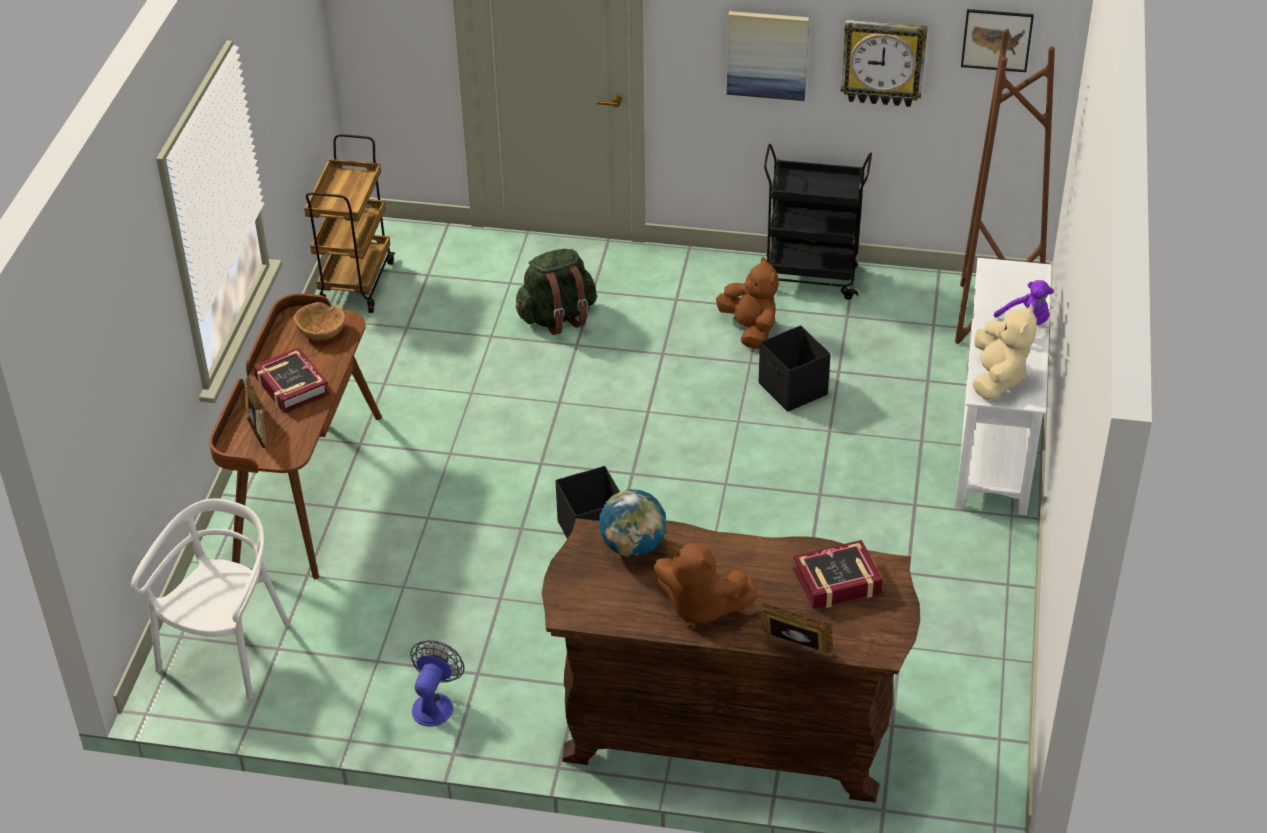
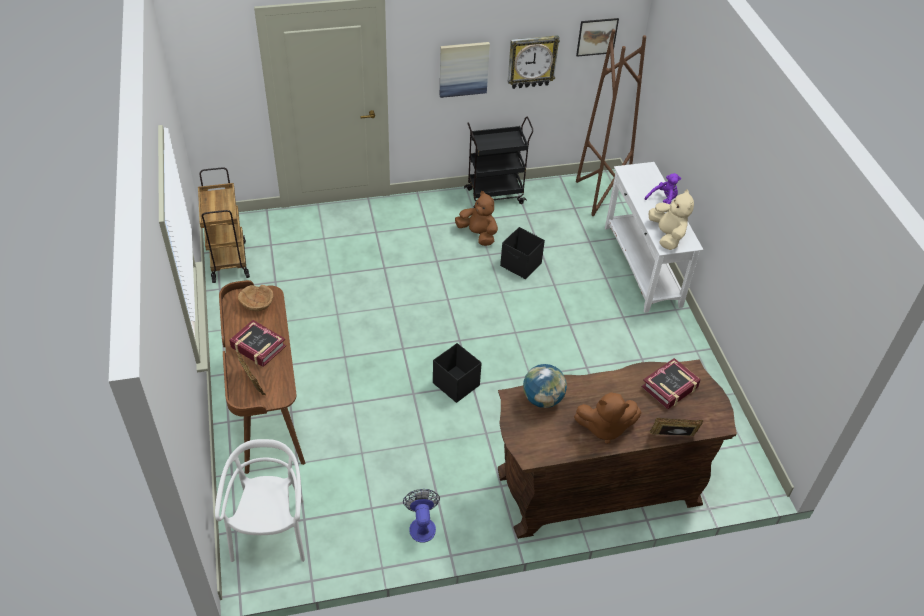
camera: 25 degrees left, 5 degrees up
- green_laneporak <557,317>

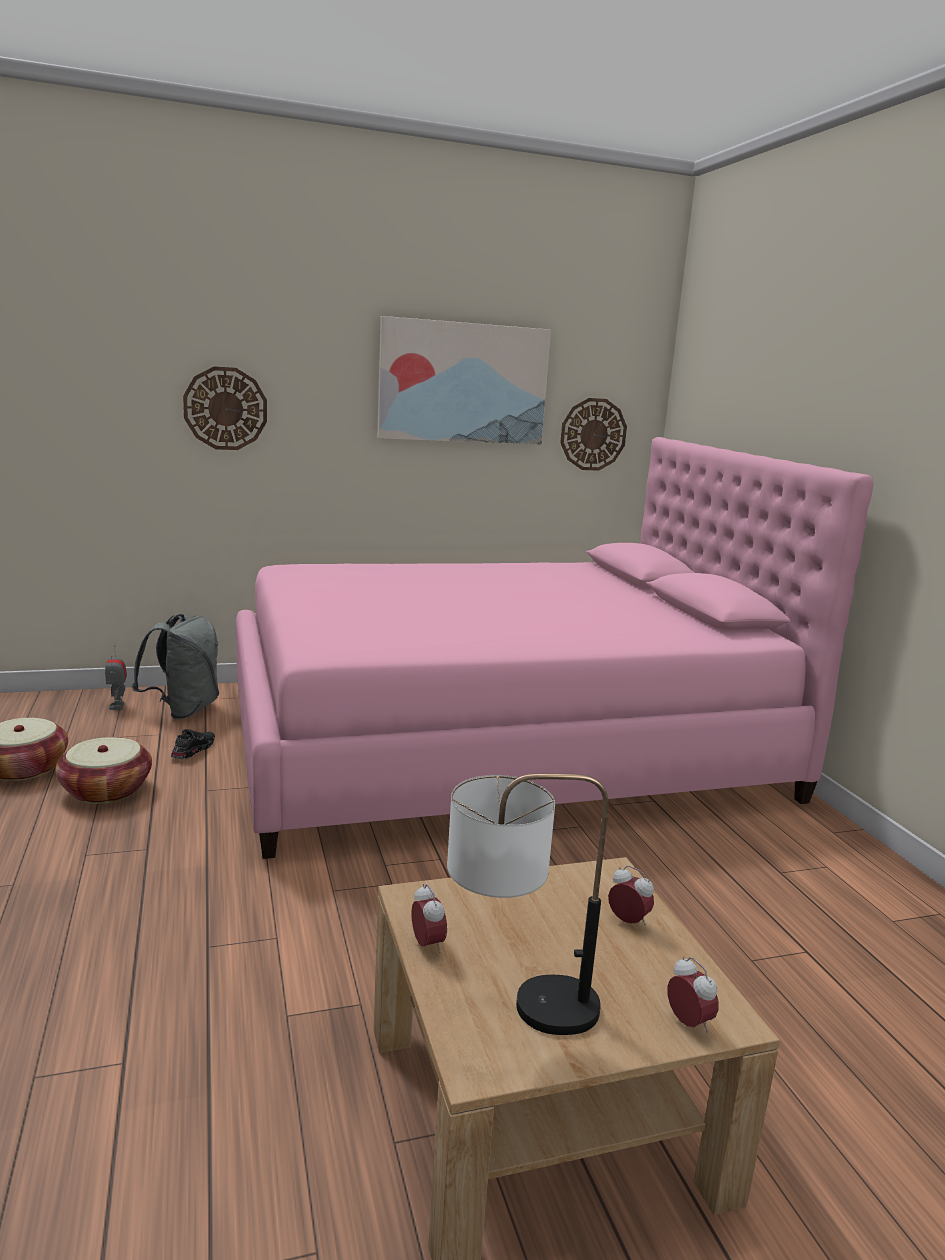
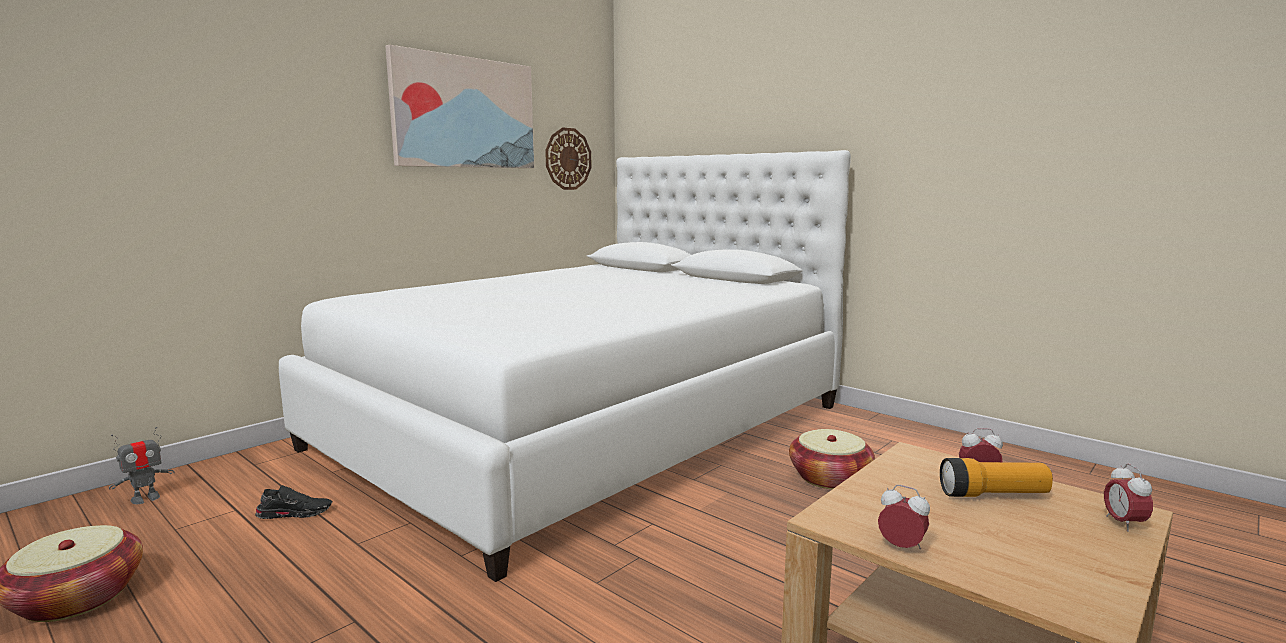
camera: 30 degrees left, 5 degrees down
- grey_laneporak <183,710>
- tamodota <225,408>
- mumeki <516,1008>
+ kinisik <993,495>
~ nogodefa <106,790> to <829,478>
~ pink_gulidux <500,743> to white_gulidux <588,426>
~ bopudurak <117,706> = <145,498> 90 degrees counterclockwise
~ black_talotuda <192,750> = <295,513> 90 degrees clockwise
~ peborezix <688,1023> = <1123,524> 120 degrees counterclockwise

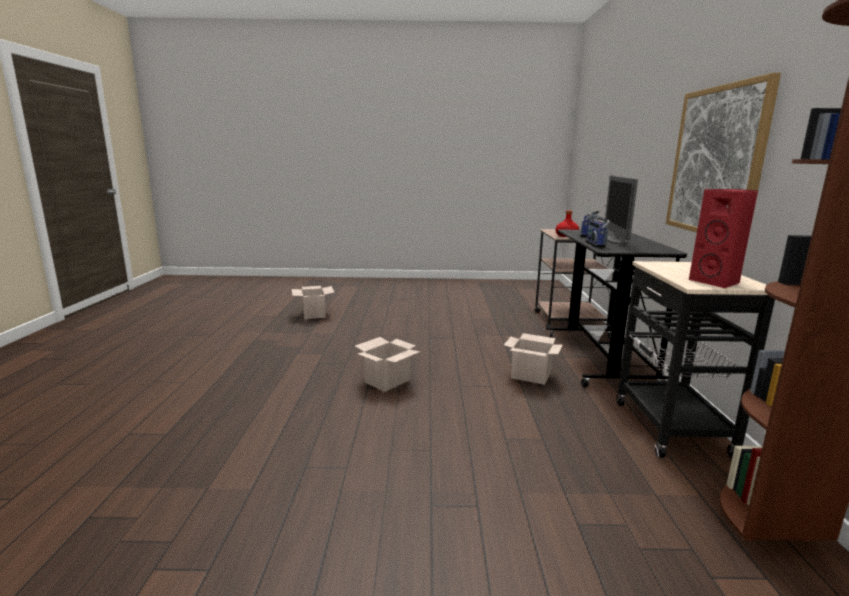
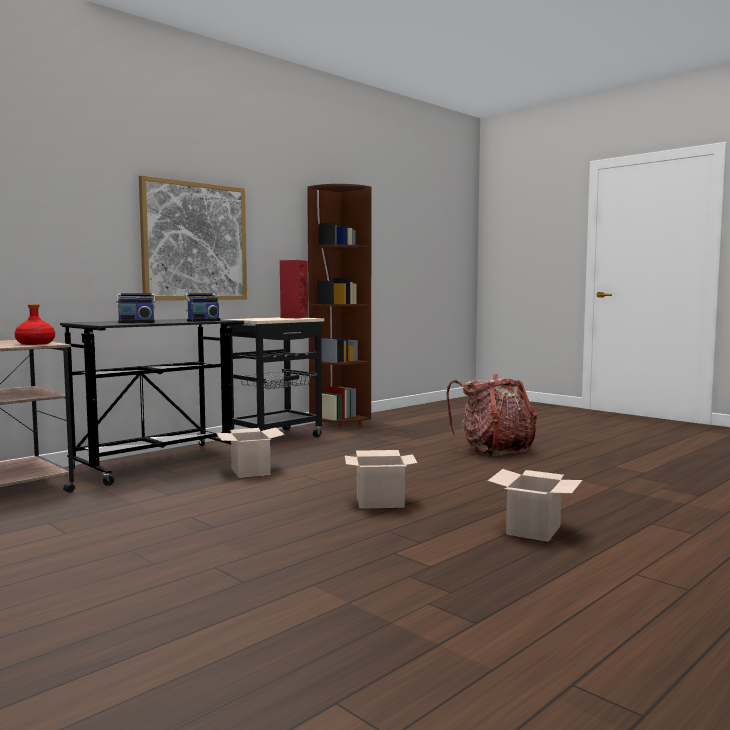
camera: 135 degrees left, 10 degrees down
- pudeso <615,241>
+ laneporak <494,449>
~ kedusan <313,314> to <534,530>

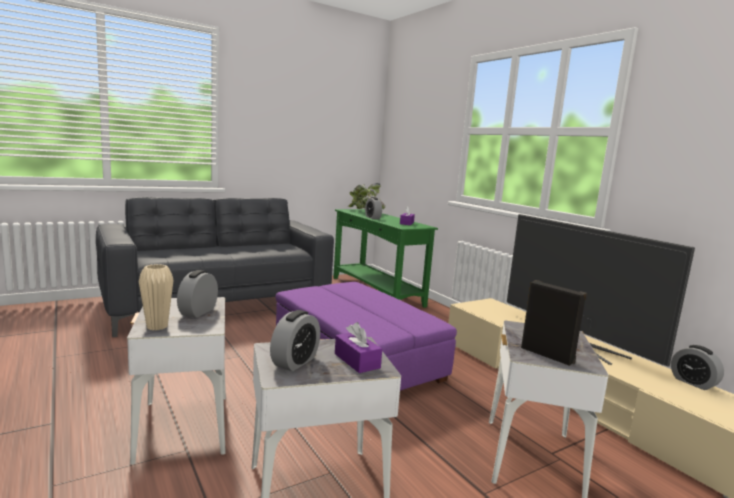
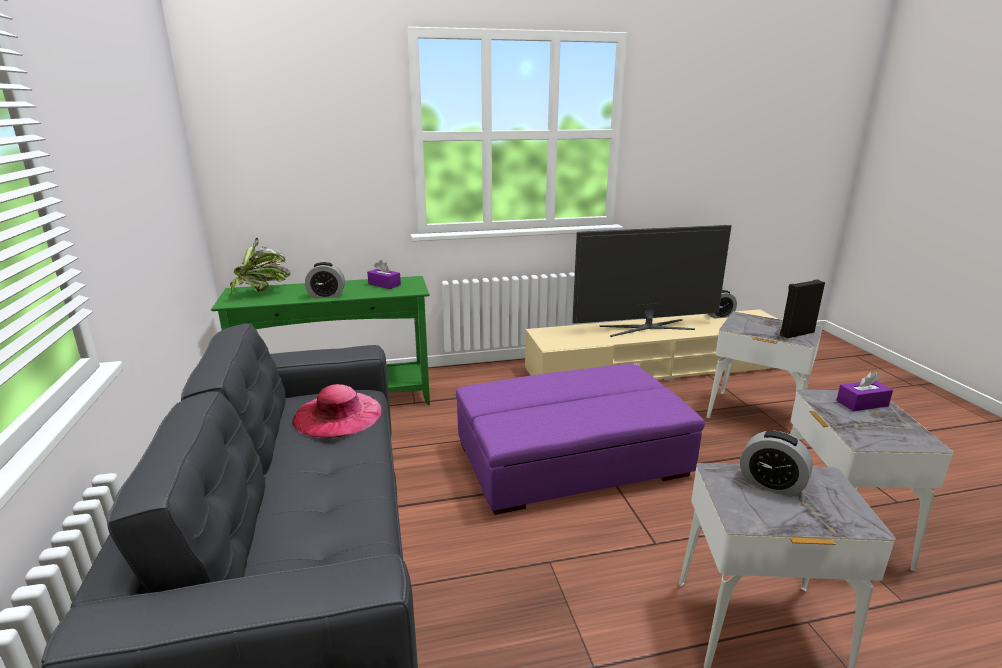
camera: 70 degrees left, 10 degrees up
- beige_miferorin <157,326>
- peborezix <295,362>
+ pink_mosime <338,414>

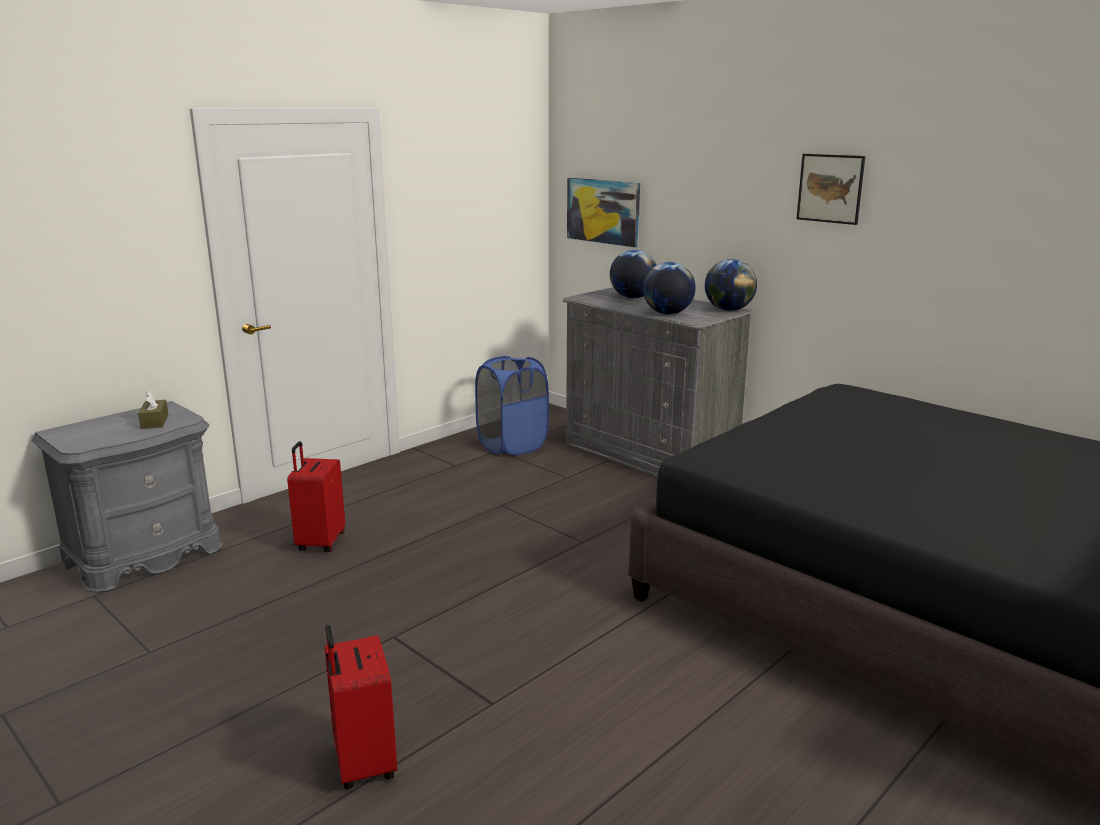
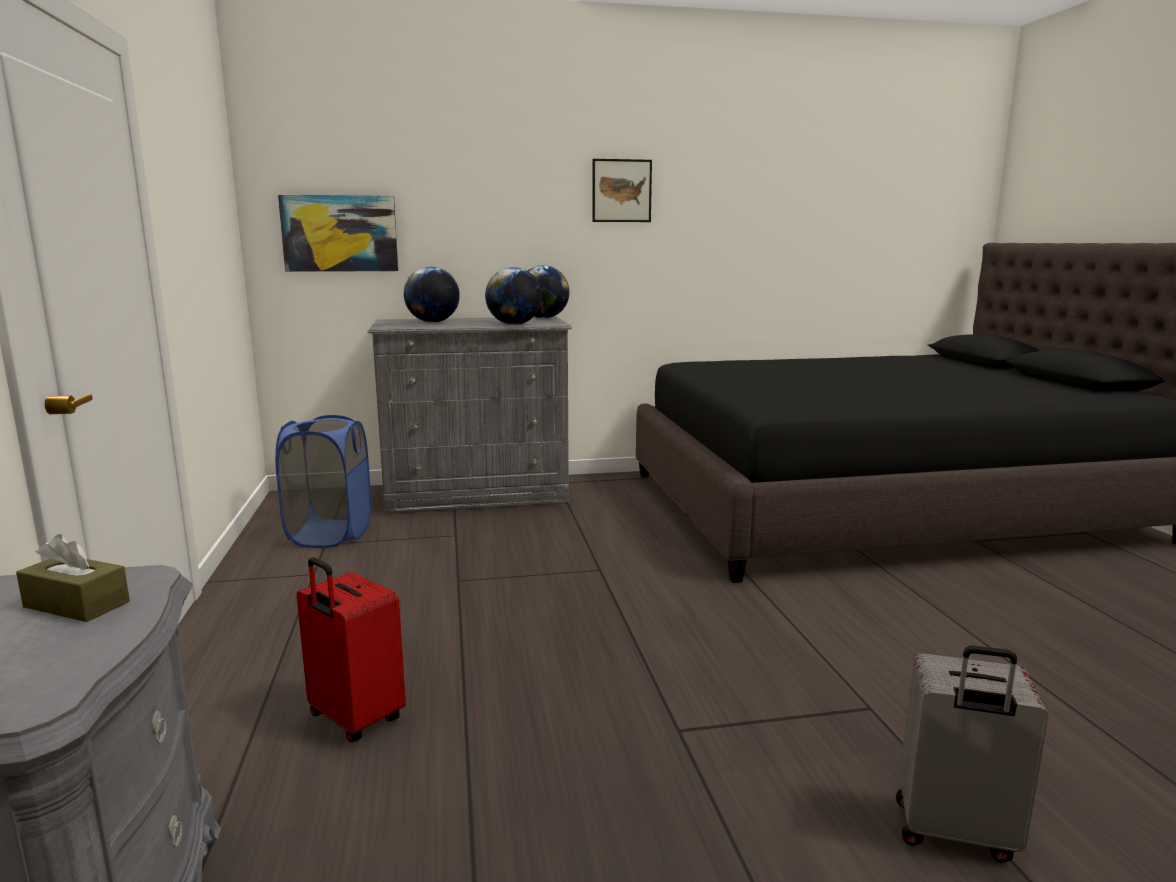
camera: 55 degrees left, 5 degrees down
~ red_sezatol <362,764> to grey_sezatol <954,833>

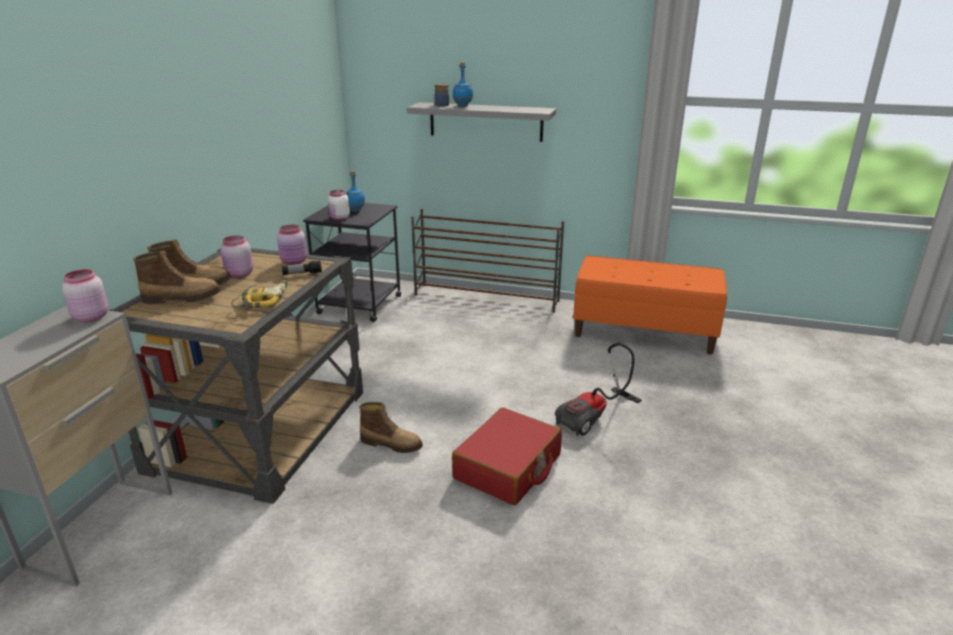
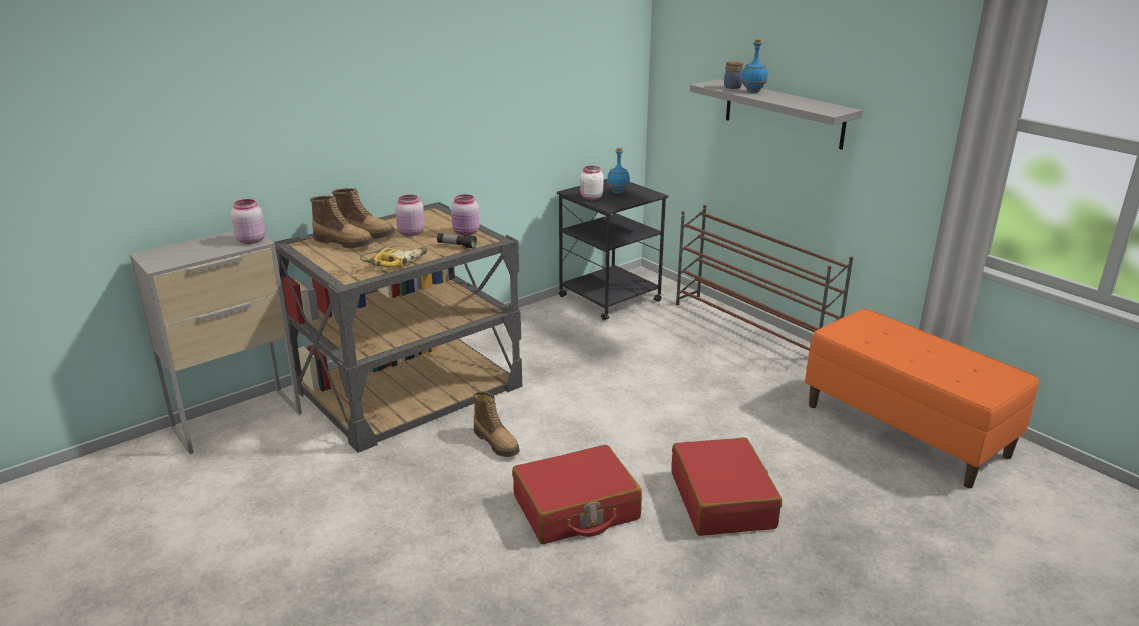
camera: 35 degrees right, 0 degrees up
~ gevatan <595,418> to red_sezatol <722,500>

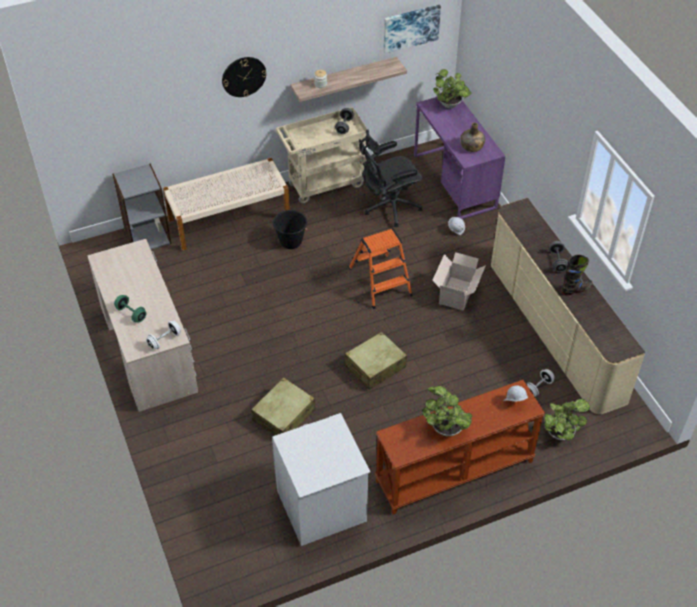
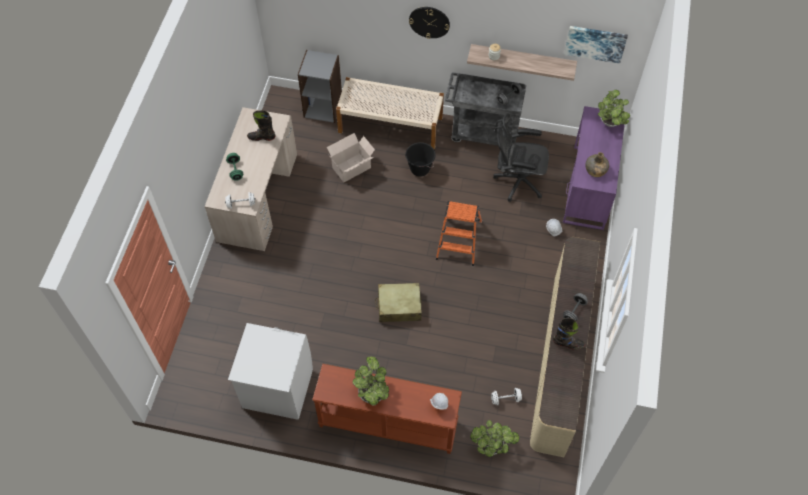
camera: 35 degrees right, 10 degrees up
- beige_sezatol <284,415>
+ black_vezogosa <261,137>
~ kedusan <457,293> to <352,167>
~ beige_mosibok <323,187> to black_mosibok <481,135>

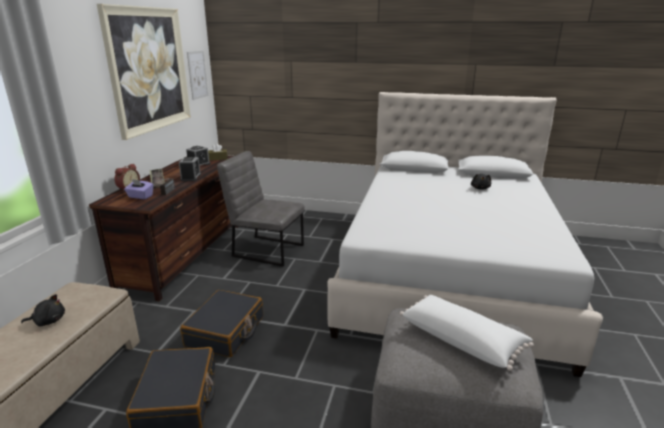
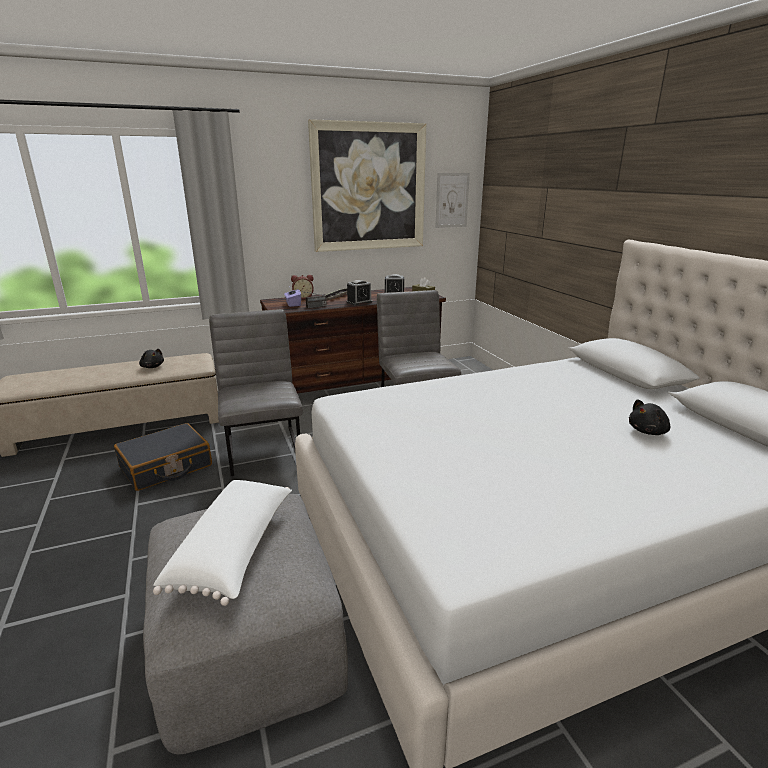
camera: 55 degrees right, 0 degrees up
~ black_sezatol <225,331> to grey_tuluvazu <264,448>

